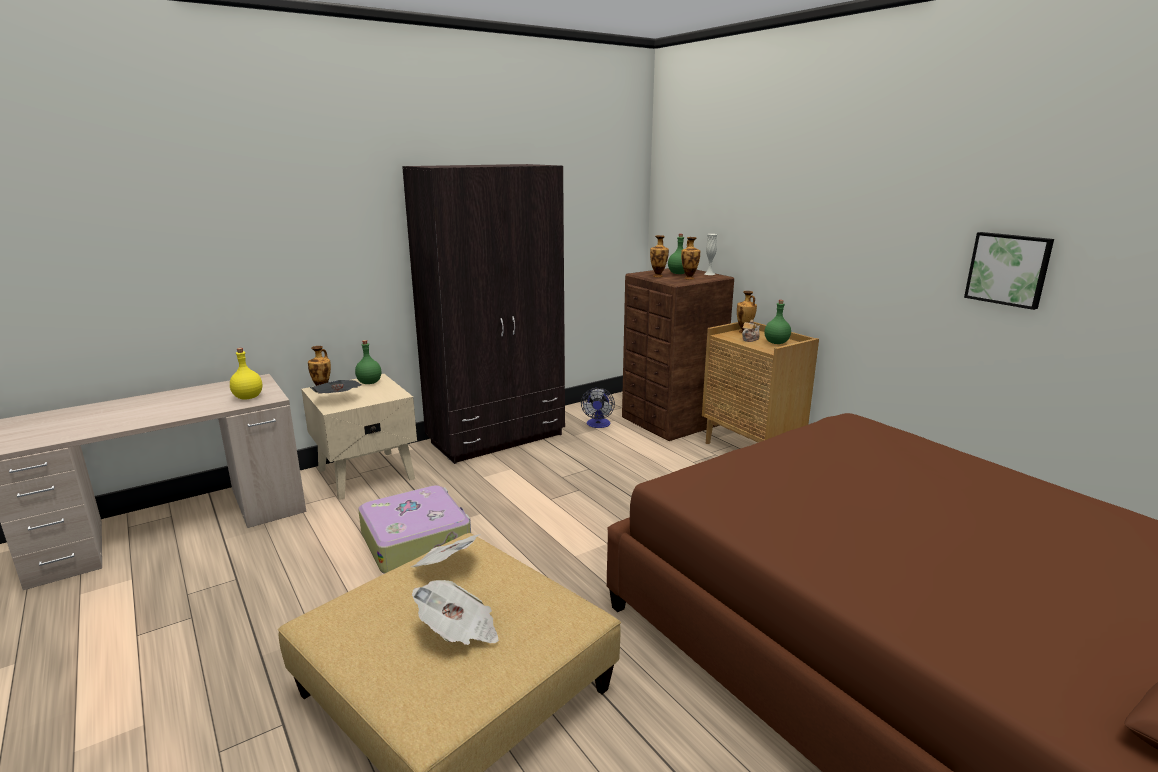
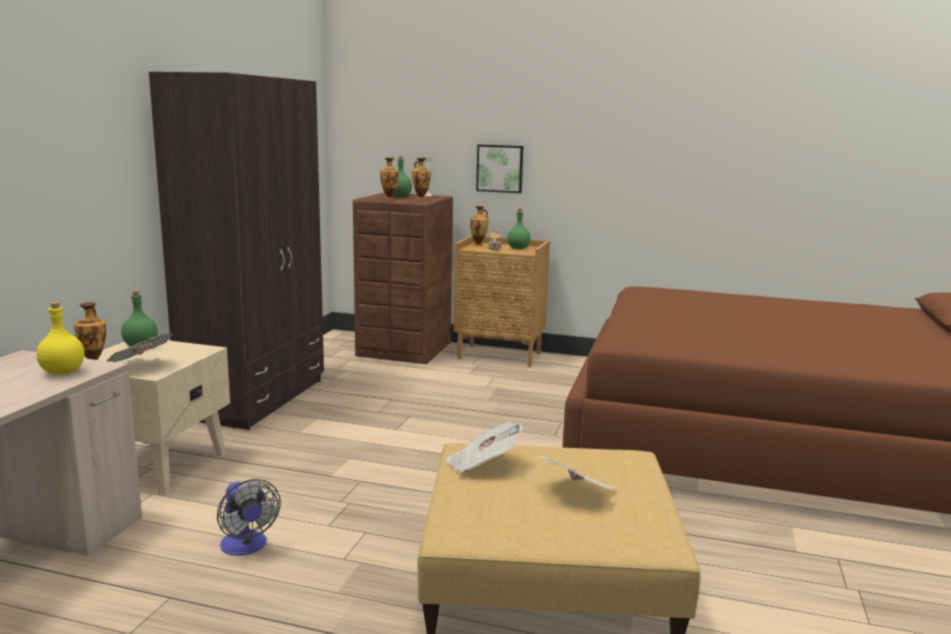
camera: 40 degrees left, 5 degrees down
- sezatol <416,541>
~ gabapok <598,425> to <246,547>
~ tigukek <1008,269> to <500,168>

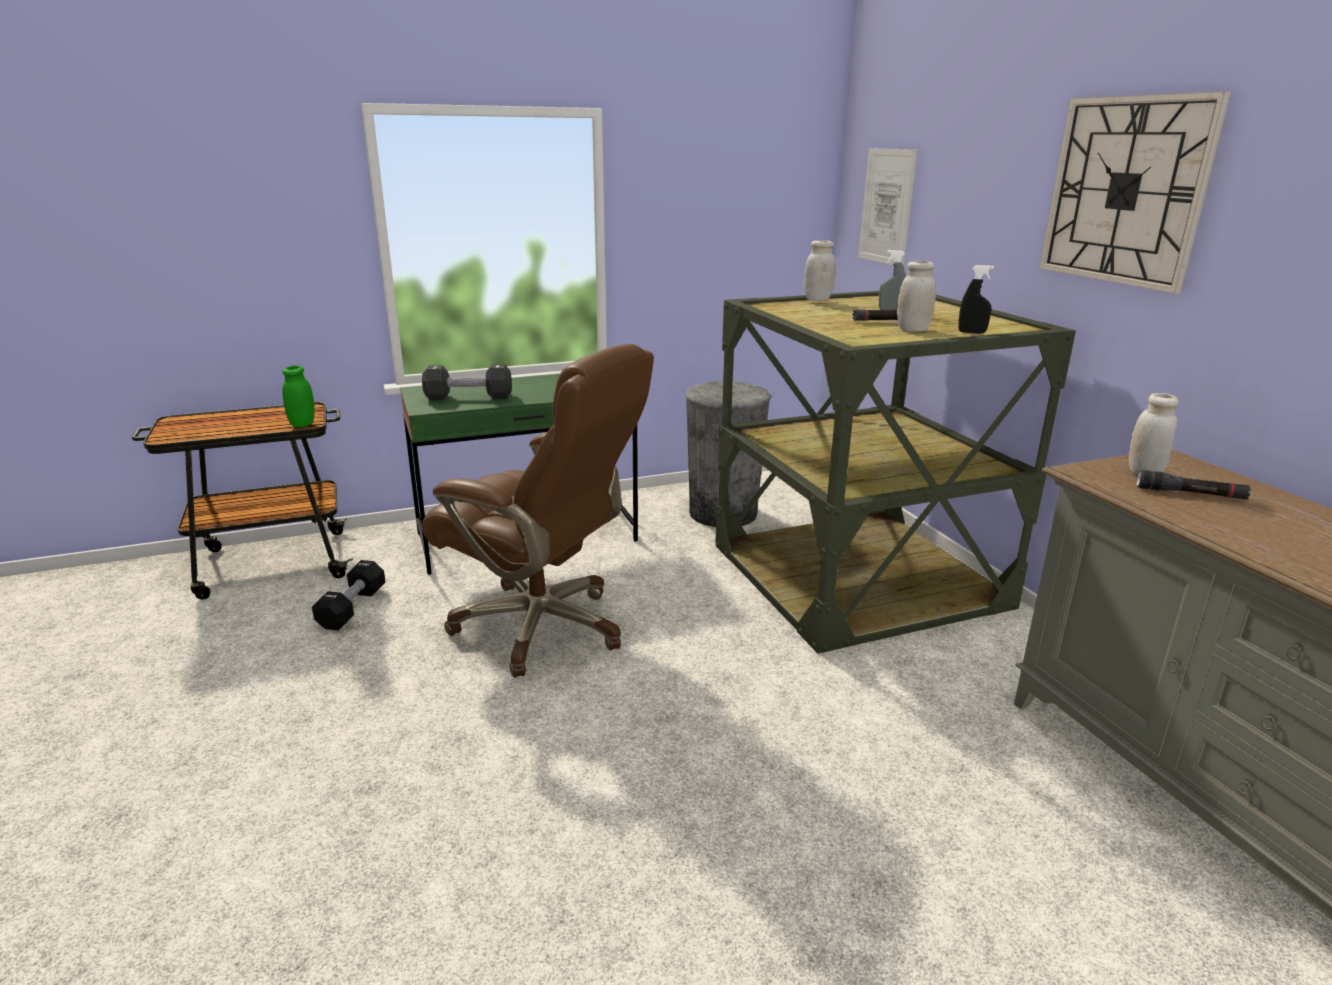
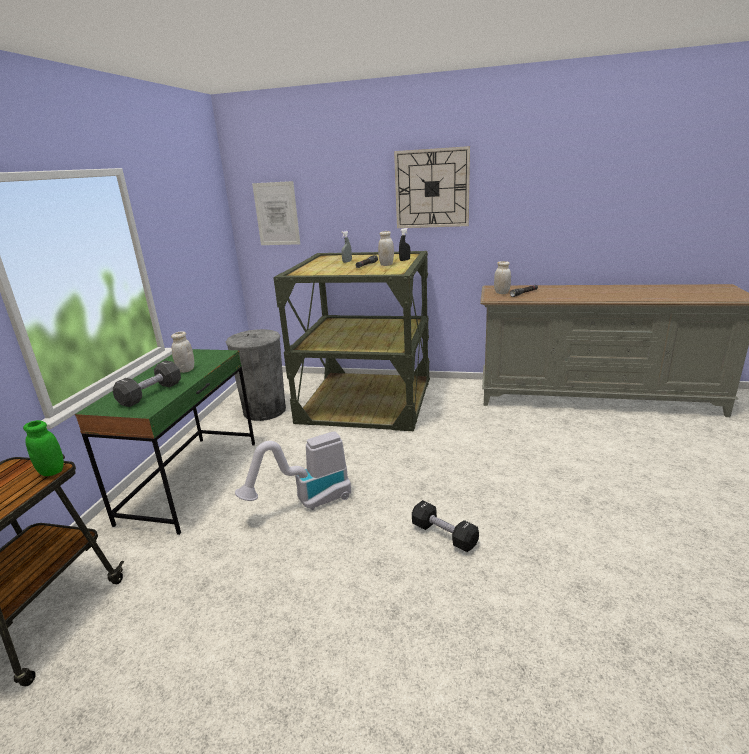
camera: 55 degrees left, 0 degrees up
~ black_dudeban <352,608> to <444,535>
~ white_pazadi <817,299> to <186,370>
~ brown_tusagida <544,631> to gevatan <306,503>

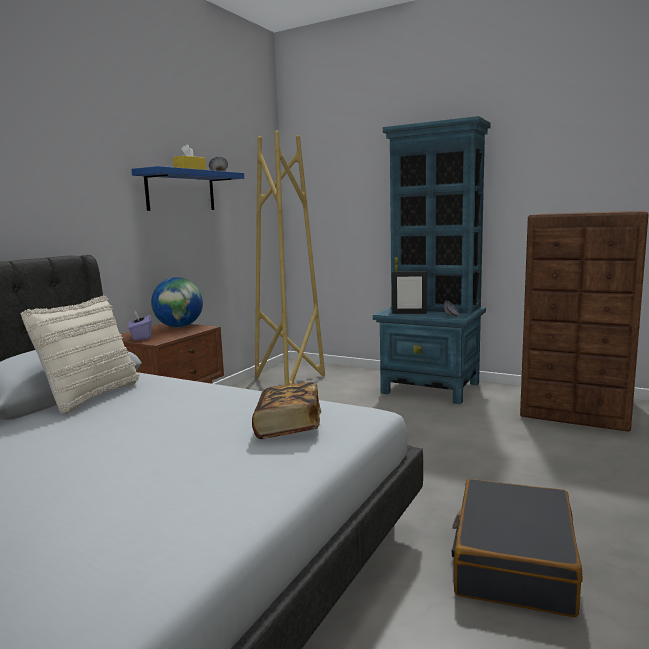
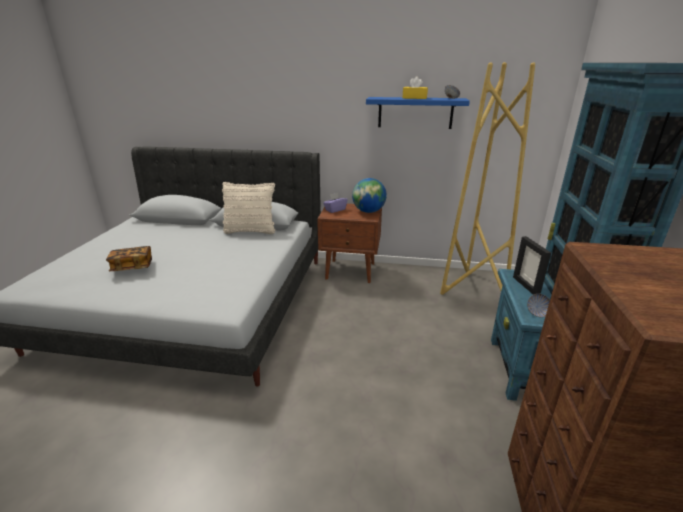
camera: 70 degrees right, 15 degrees up
- black_sezatol <513,561>
~ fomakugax <288,427> to <132,267>

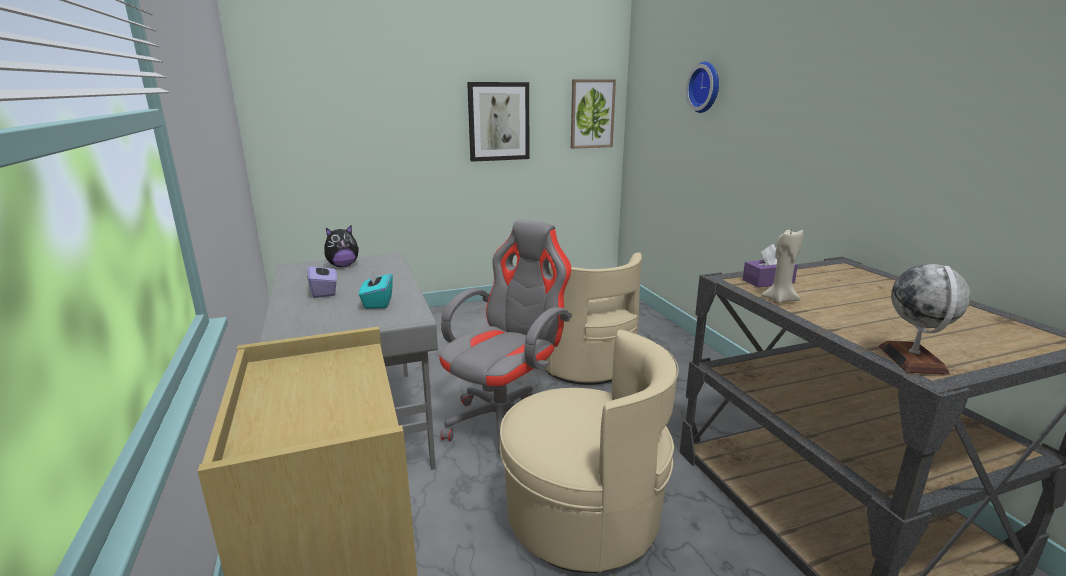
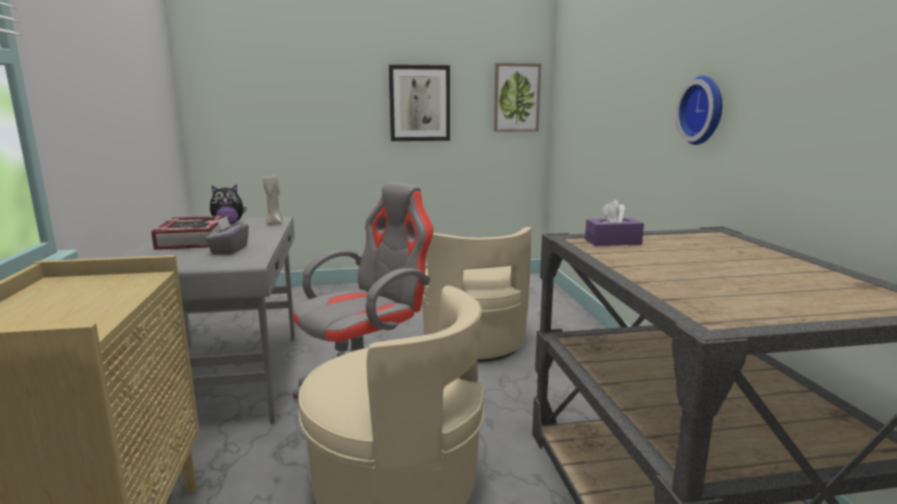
camera: 10 degrees right, 5 degrees down
- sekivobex <912,359>
~ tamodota <706,87> to <704,110>
~ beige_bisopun <779,299> to <275,223>
~ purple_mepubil <324,291> to fomakugax <191,240>
~ turquoise_mepubil <377,302> to grey_mepubil <229,250>

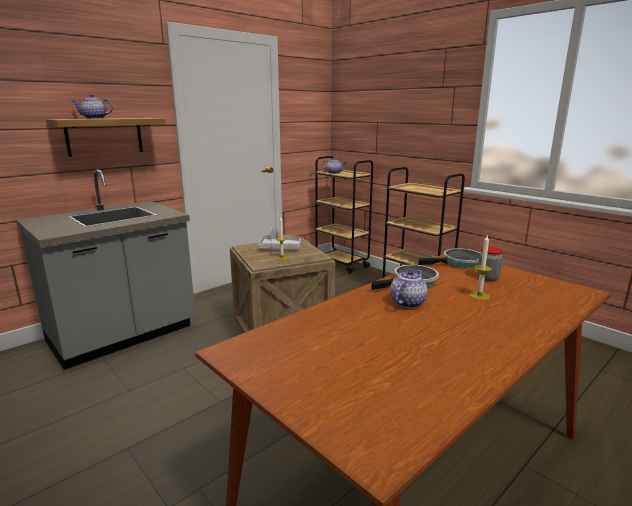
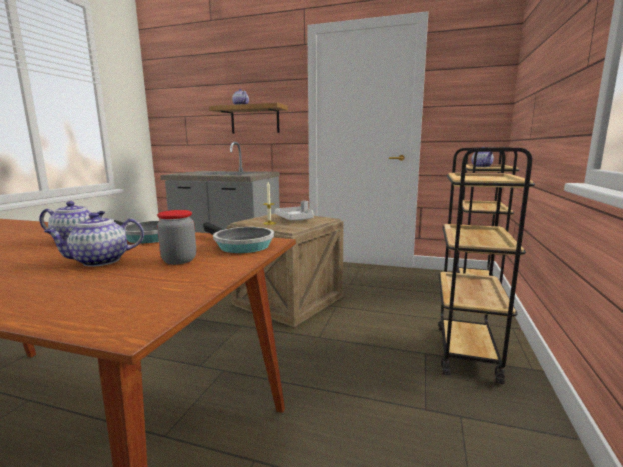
camera: 60 degrees right, 5 degrees down
~ bisopun <479,296> to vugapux <99,261>

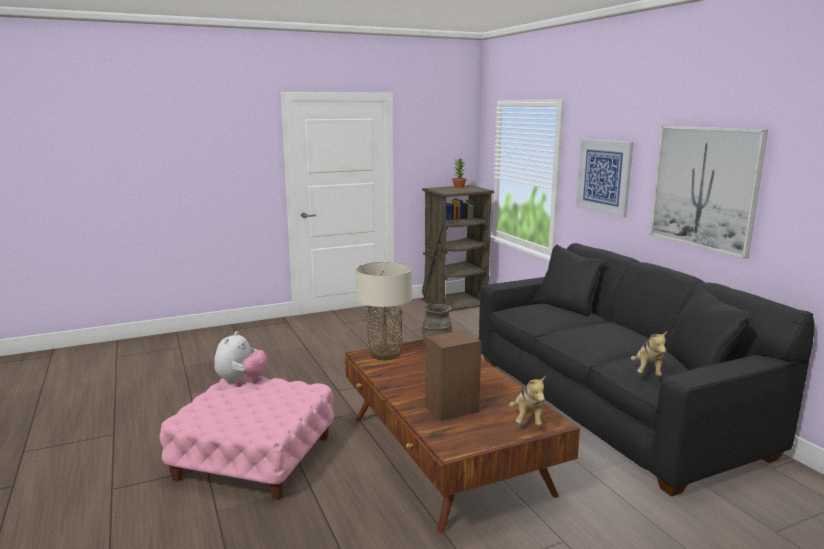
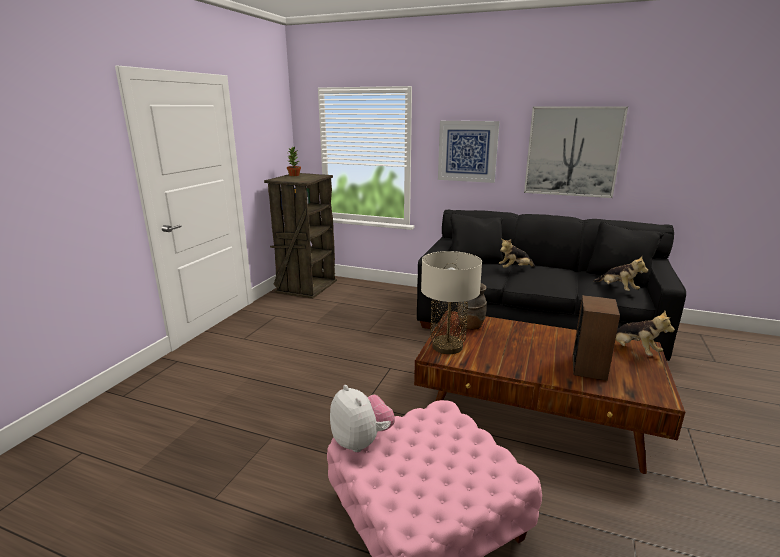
camera: 45 degrees left, 5 degrees up
+ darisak <515,269>

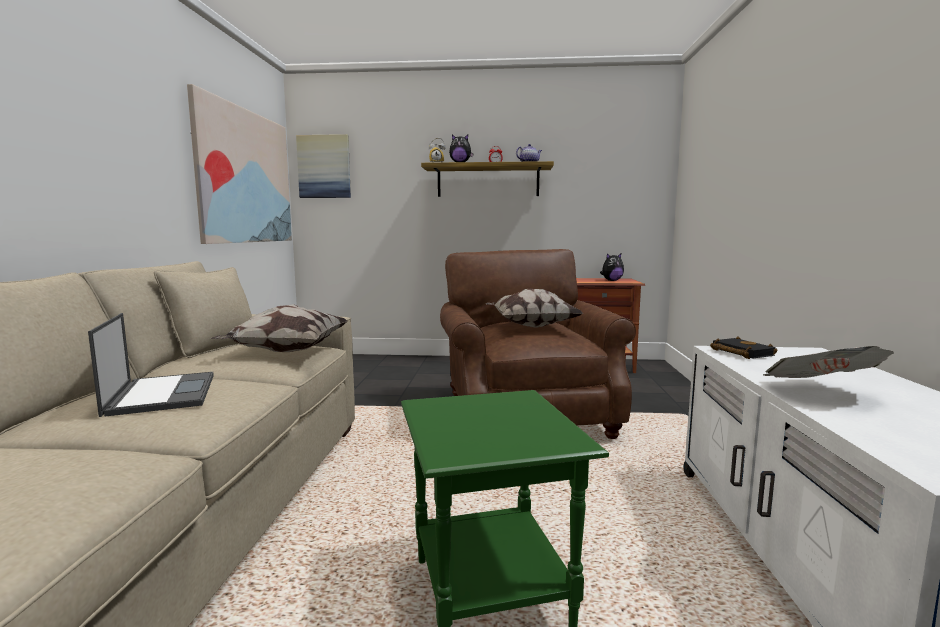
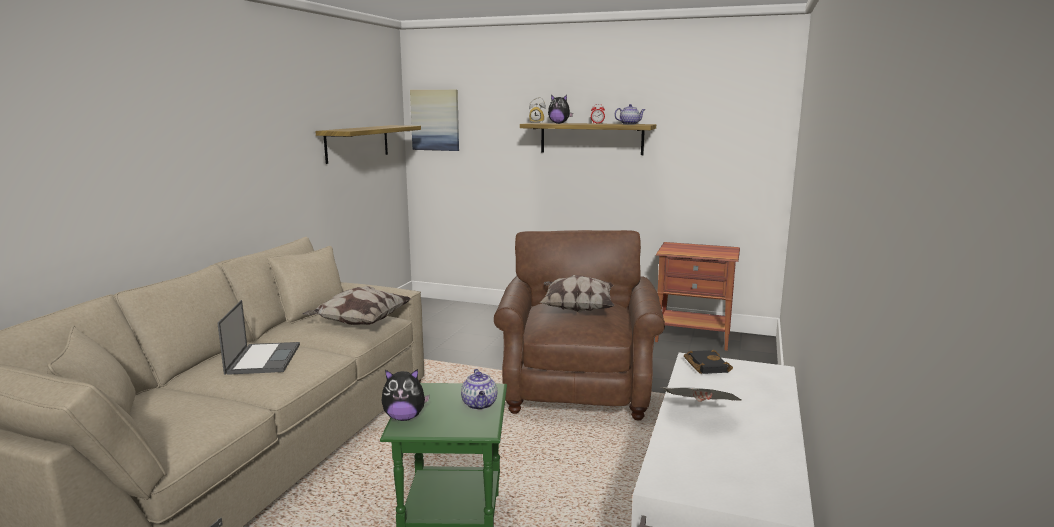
camera: 15 degrees right, 5 degrees up
+ vugapux <480,405>
~ darisak <611,281> to <404,417>
~ tigukek <246,177> to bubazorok <357,143>

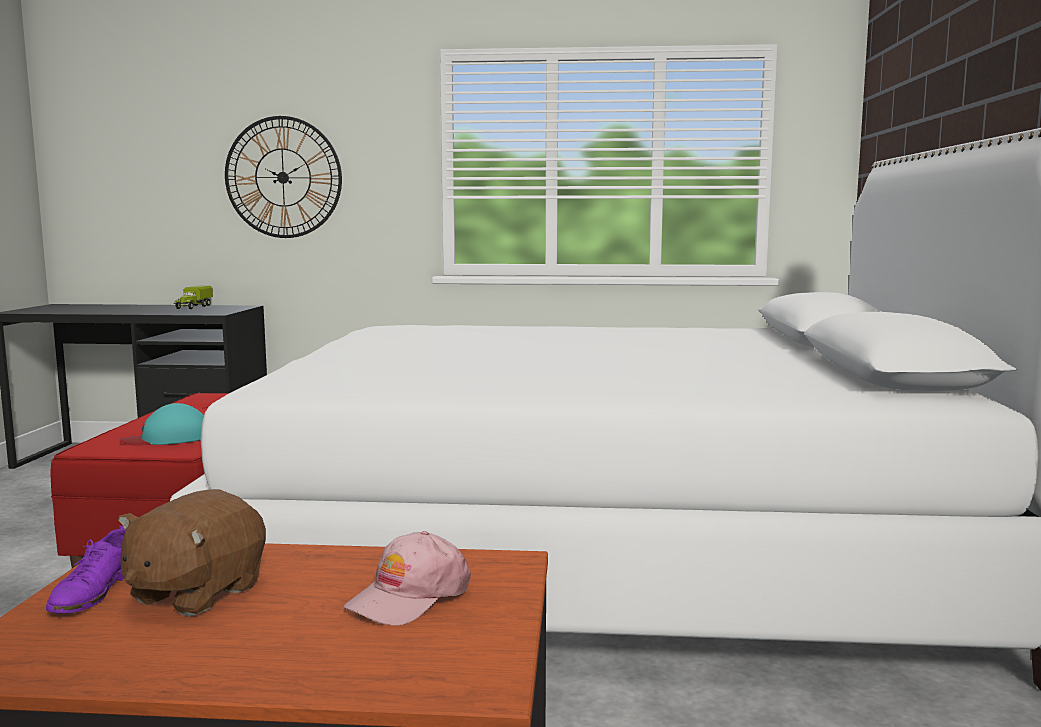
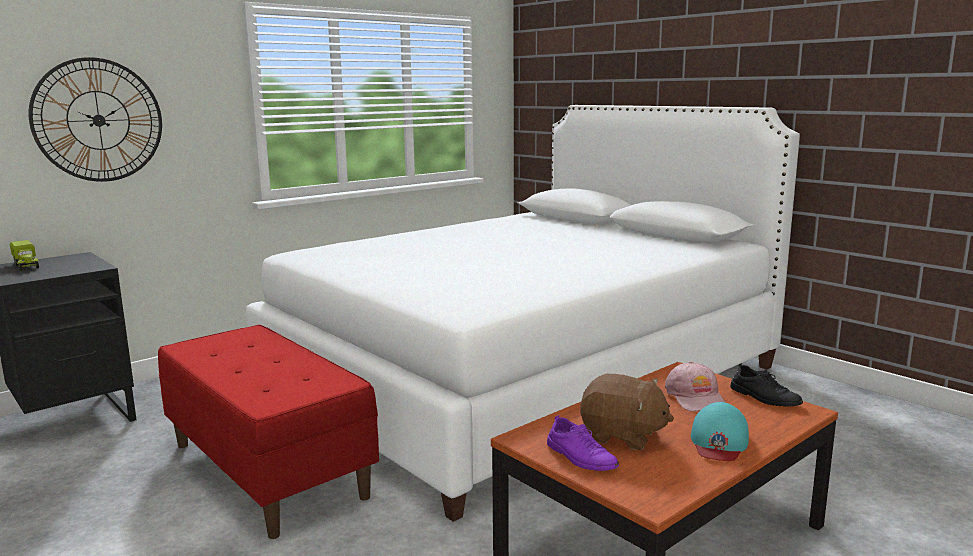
camera: 45 degrees left, 5 degrees up
+ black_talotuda <764,397>
~ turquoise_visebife <168,438> to <719,441>
~ brown_darisak <195,593> = <622,436> 45 degrees counterclockwise

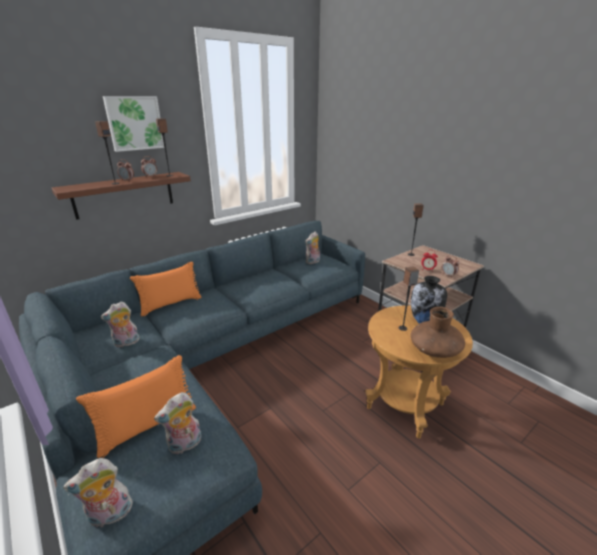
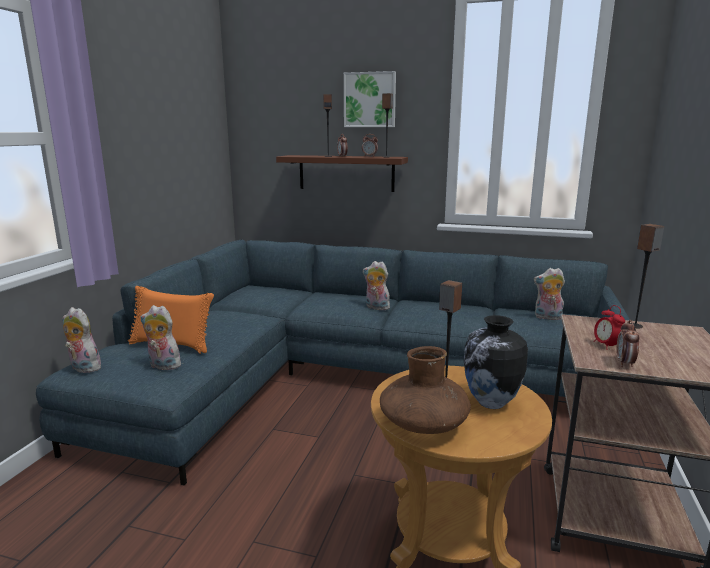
camera: 55 degrees right, 10 degrees down
- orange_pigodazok <170,304>
~ darisak <126,343> to <376,307>

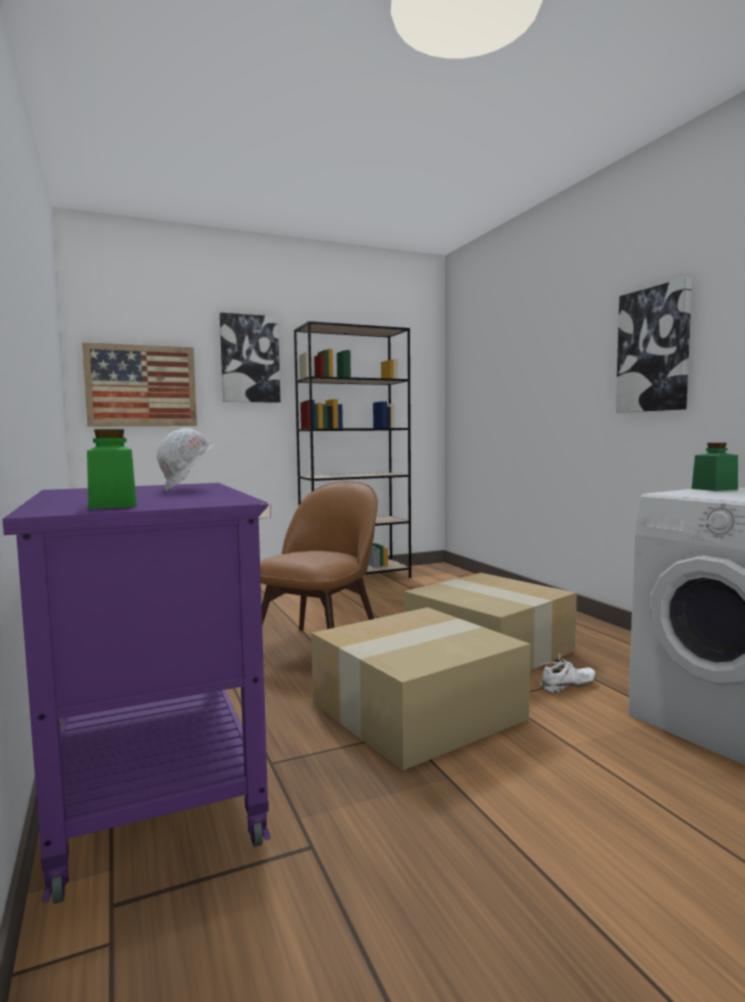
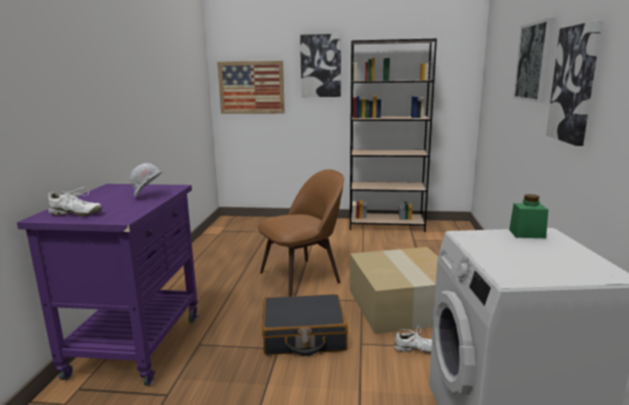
camera: 30 degrees right, 10 degrees up
+ tigukek <534,62>
~ green_pazadi <113,505> to white_talotuda <76,214>
~ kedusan <417,709> to black_sezatol <303,336>

